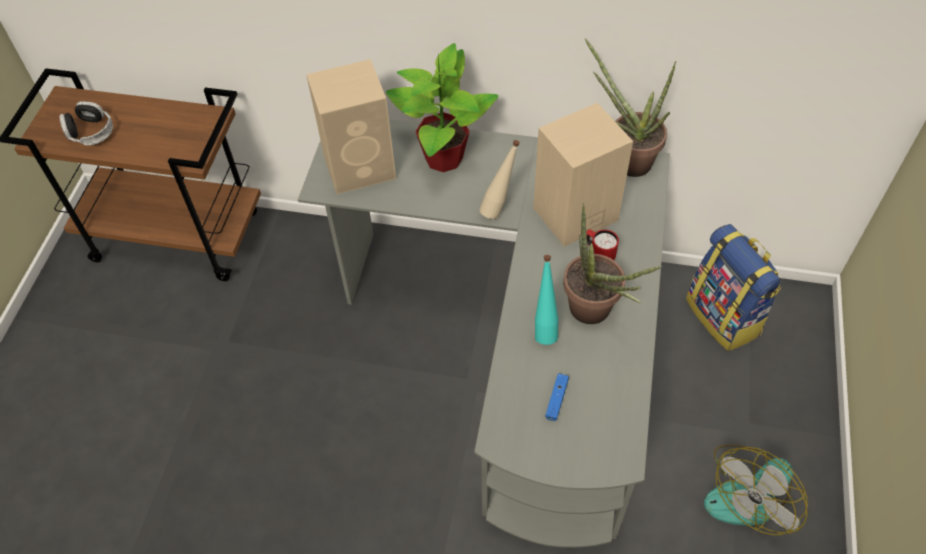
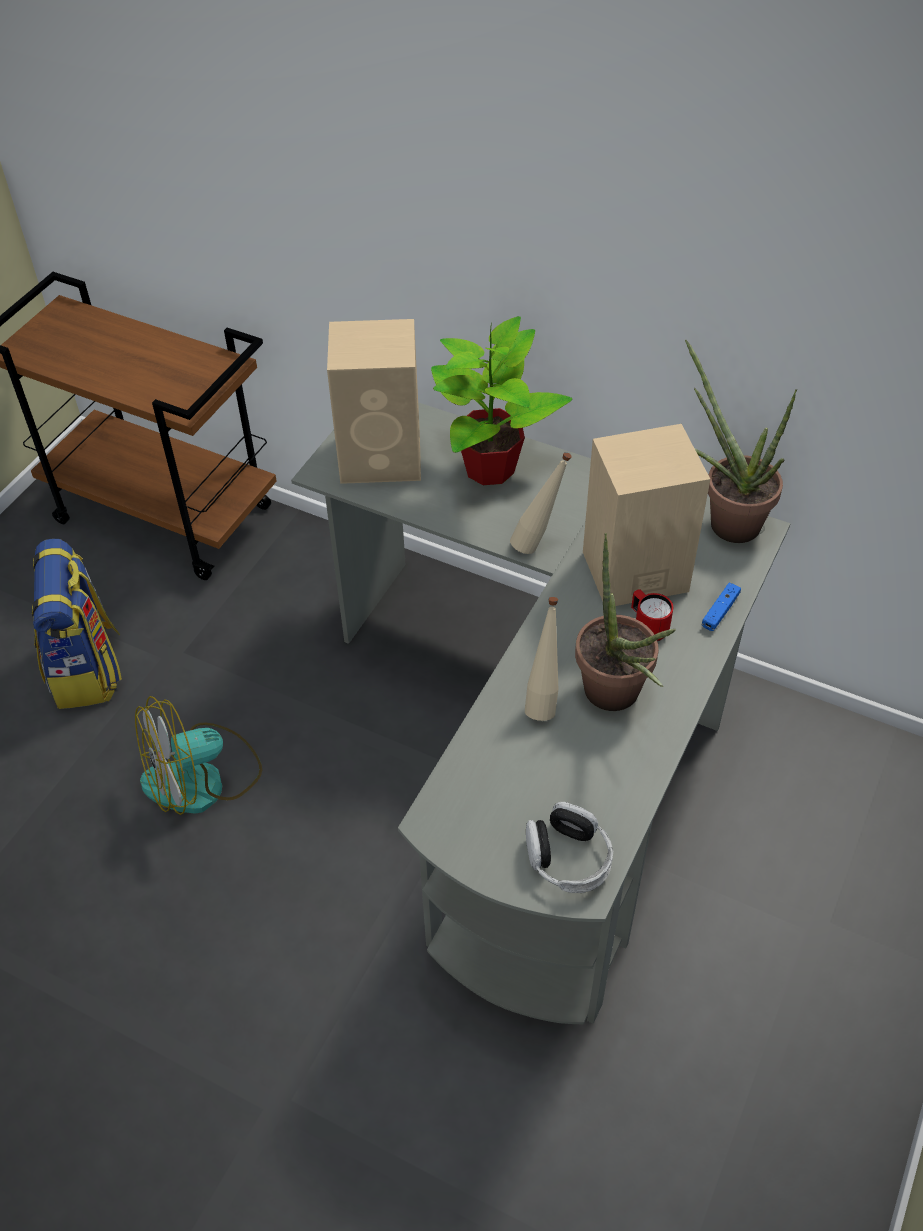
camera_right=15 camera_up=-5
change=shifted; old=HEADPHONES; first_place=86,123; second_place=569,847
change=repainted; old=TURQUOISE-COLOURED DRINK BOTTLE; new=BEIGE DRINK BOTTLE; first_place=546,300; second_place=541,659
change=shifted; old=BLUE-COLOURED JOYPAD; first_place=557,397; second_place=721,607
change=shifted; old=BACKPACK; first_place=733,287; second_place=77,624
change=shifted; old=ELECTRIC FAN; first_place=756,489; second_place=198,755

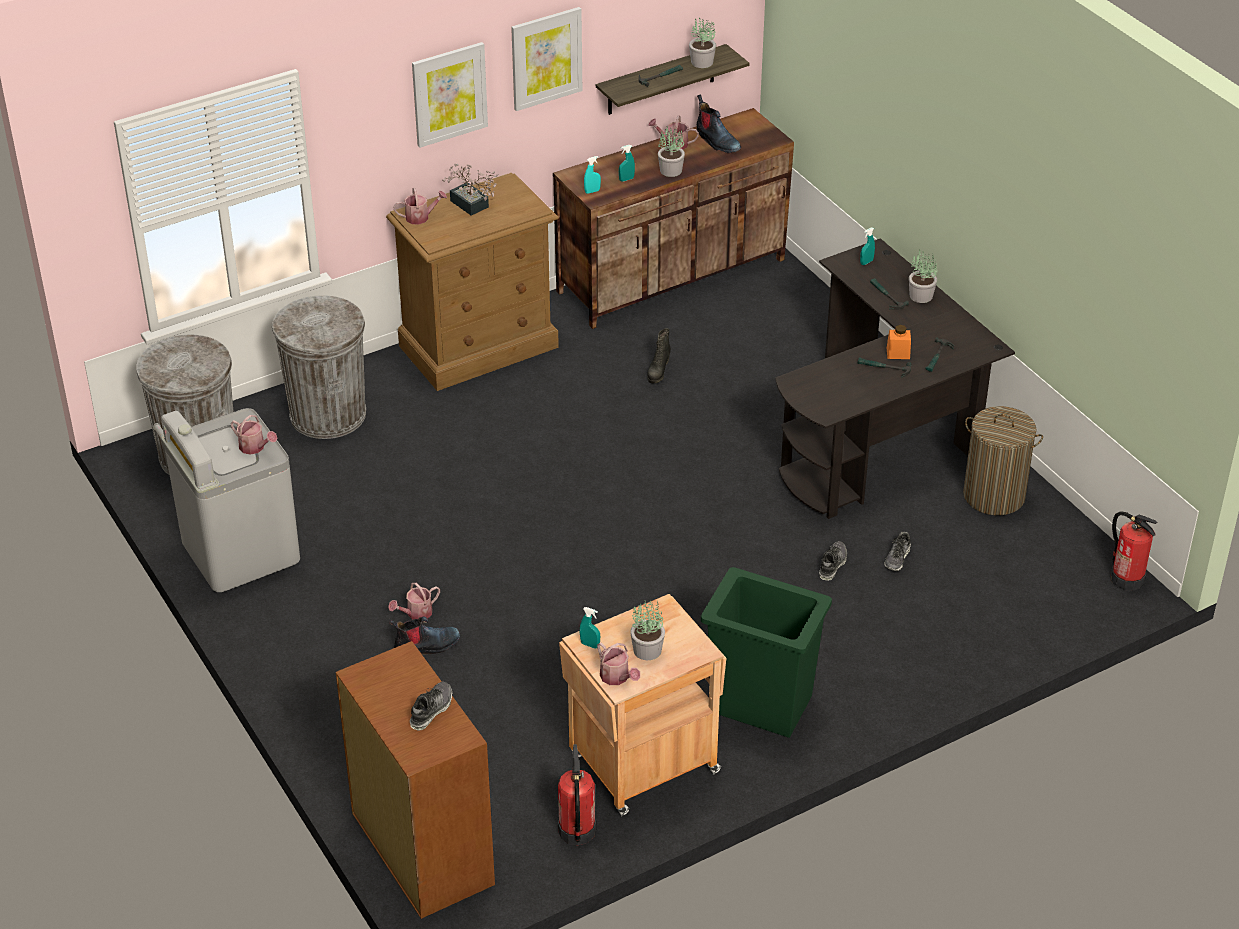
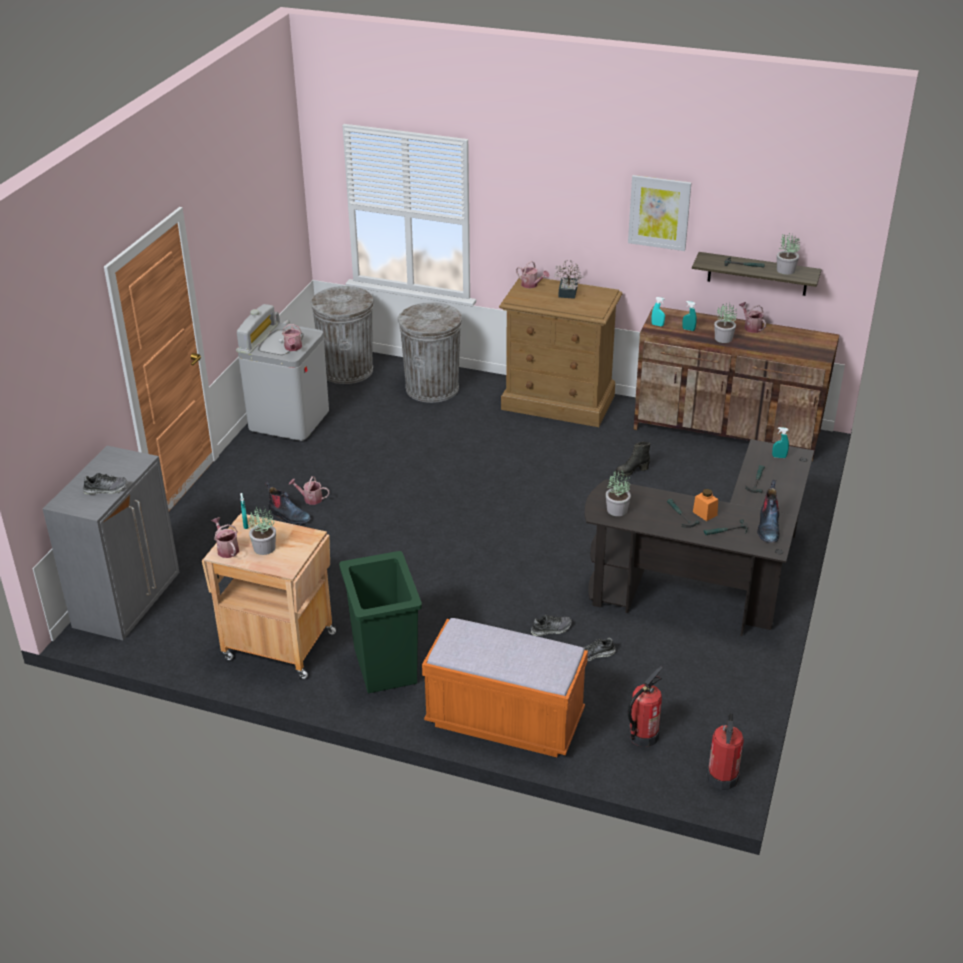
camera_right=50 camera_up=-5
change=repainted; old=BROWN-COLOURED CUPBOARD; new=GREY CUPBOARD; first_place=415,780; second_place=111,543
change=gone; old=WALL ART; first_place=450,95
change=shifted; old=FIRE-FIGHTING CYLINDER; first_place=577,794; second_place=645,706
change=rotated; old=WATERING CAN; first_place=618,663; second_place=225,537; degrees=135
change=shifted; old=TALL BOOT; first_place=719,123; second_place=768,511
change=shifted; old=HOUSEPLANT; first_place=923,276; second_place=618,492
change=gone; old=HAMPER; first_place=1003,460
change=new; new=ORANGE-COLOURED INDOOR BENCH; second_place=505,687

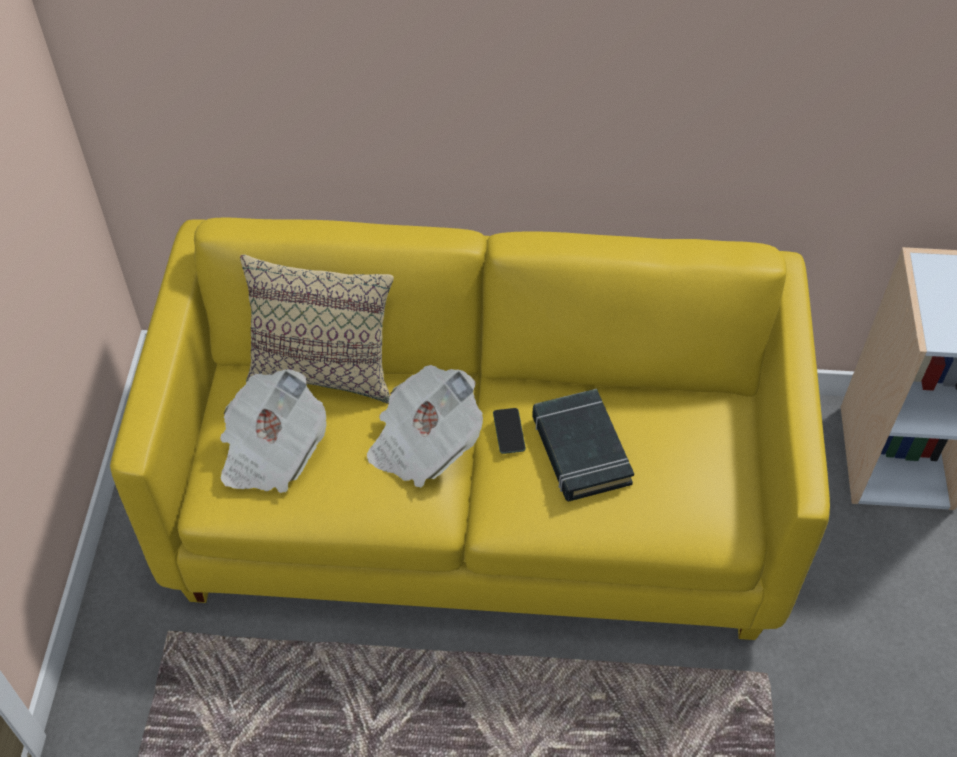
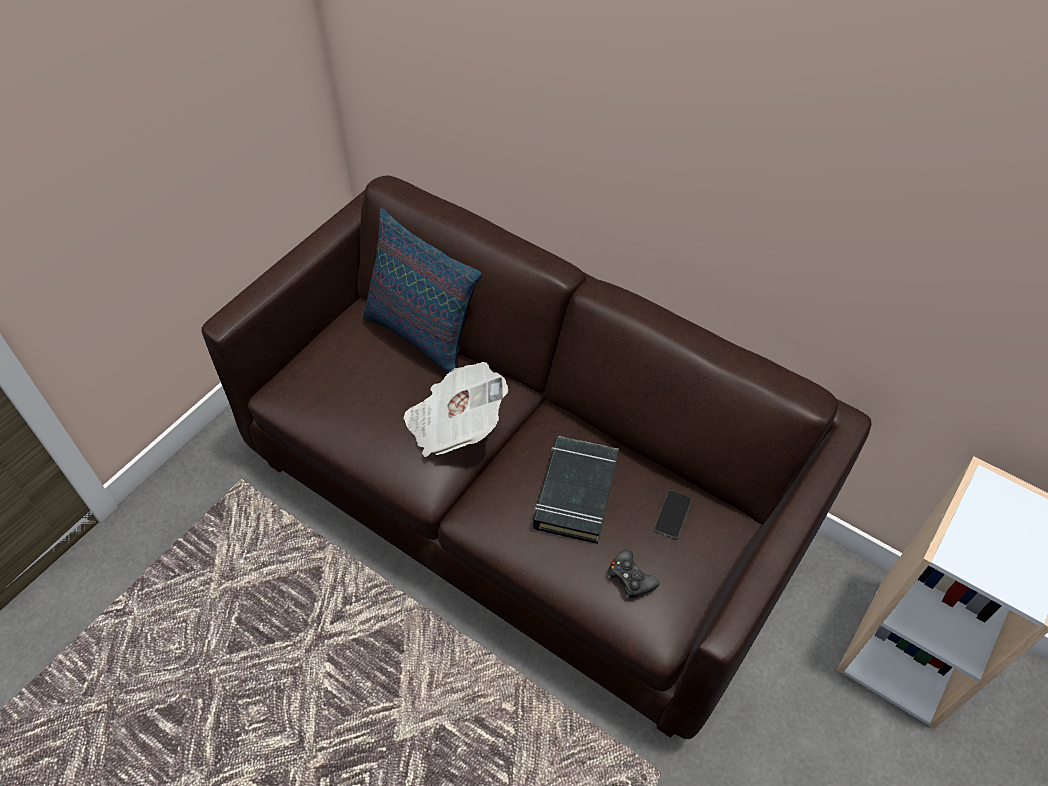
camera_right=30 camera_up=0
change=repainted; old=YELLOW-COLOURED COUCH; new=BROWN-COLOURED COUCH; first_place=470,429; second_place=536,457
change=gone; old=PRINTED PAPER; first_place=273,431
change=repainted; old=BEIGE THROW PILLOW; new=BLUE-COLOURED THROW PILLOW; first_place=317,329; second_place=422,291
change=shifted; old=HANDSET; first_place=509,431; second_place=673,514
change=new; new=BLACK JOYPAD; second_place=634,574

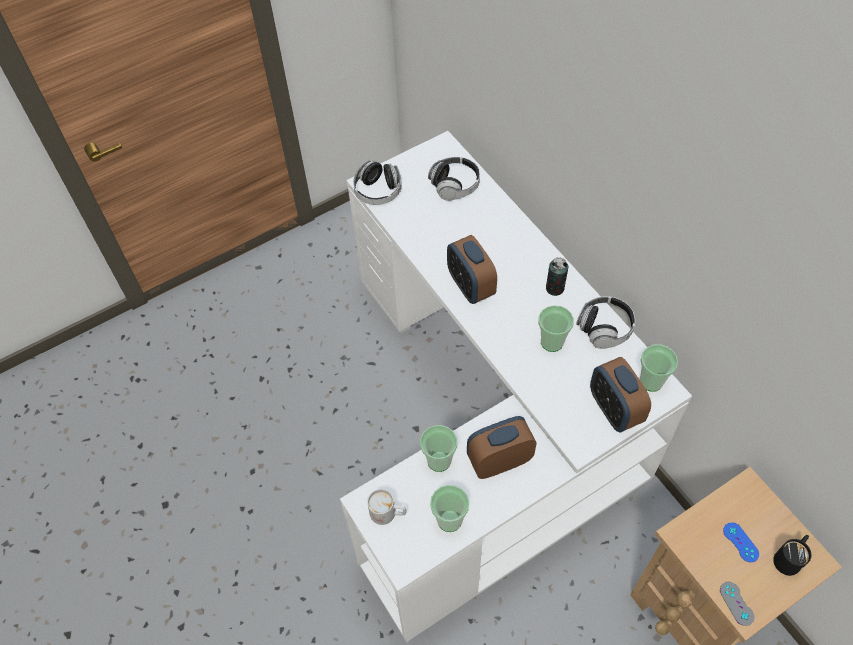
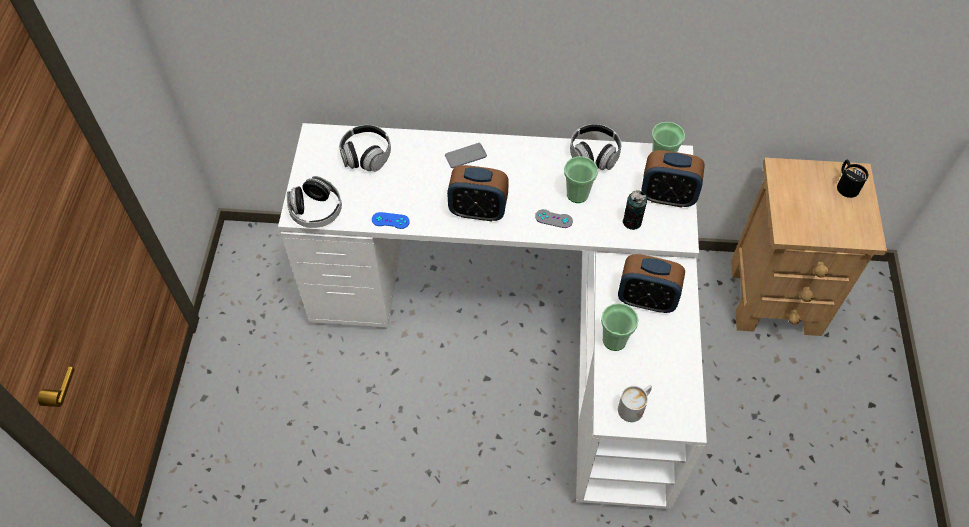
camera_right=-55 camera_up=0
change=gone; old=SMALL CUP; first_place=449,508
change=rotated; old=TABLE CLOCK; first_place=501,447; second_place=651,283; degrees=-90
change=shifted; old=METAL CAN; first_place=557,276; second_place=634,210
change=shifted; old=GREY JOYPAD; first_place=737,604; second_place=554,218
change=shifted; old=BLUE-COLOURED JOYPAD; first_place=741,542; second_place=391,220
change=new; new=HANDSET; second_place=466,155

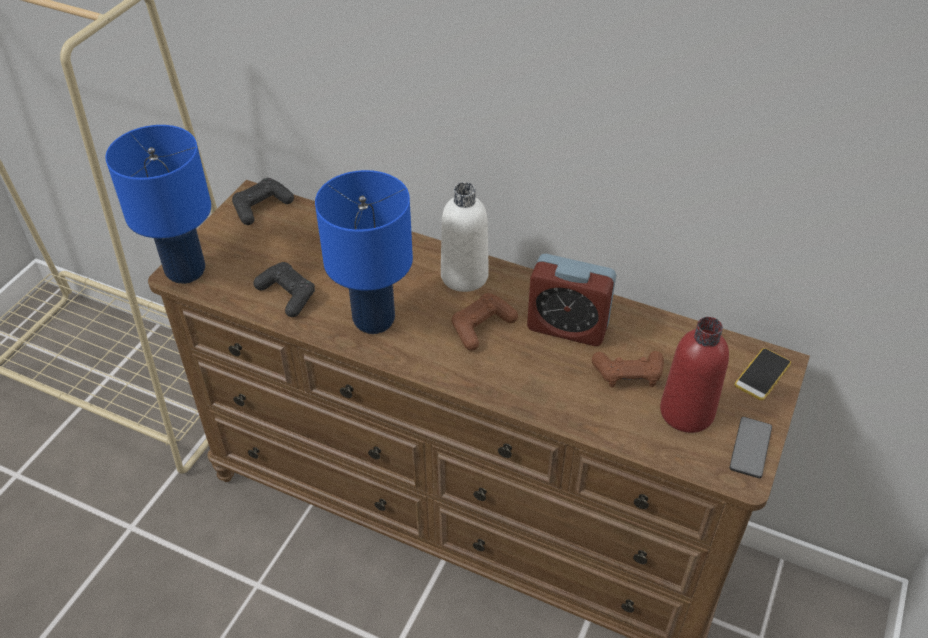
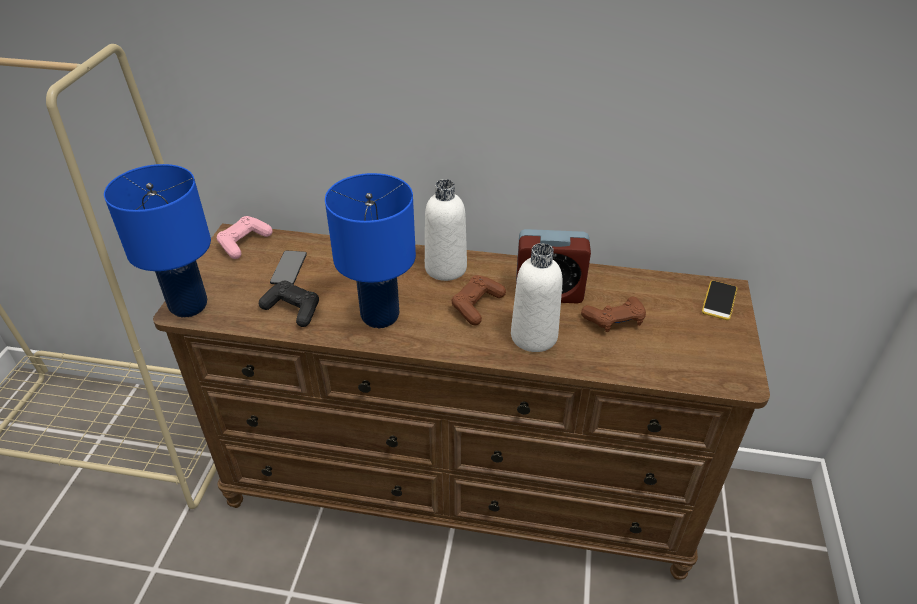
camera_right=-15 camera_up=-5
change=repainted; old=BLACK JOYPAD; new=PINK-COLOURED JOYPAD; first_place=263,201; second_place=245,237
change=gone; old=RED-COLOURED DRINK BOTTLE; first_place=694,375
change=shifted; old=HANDSET; first_place=750,447; second_place=288,267
change=new; new=WHITISH DRINK BOTTLE; second_place=537,297

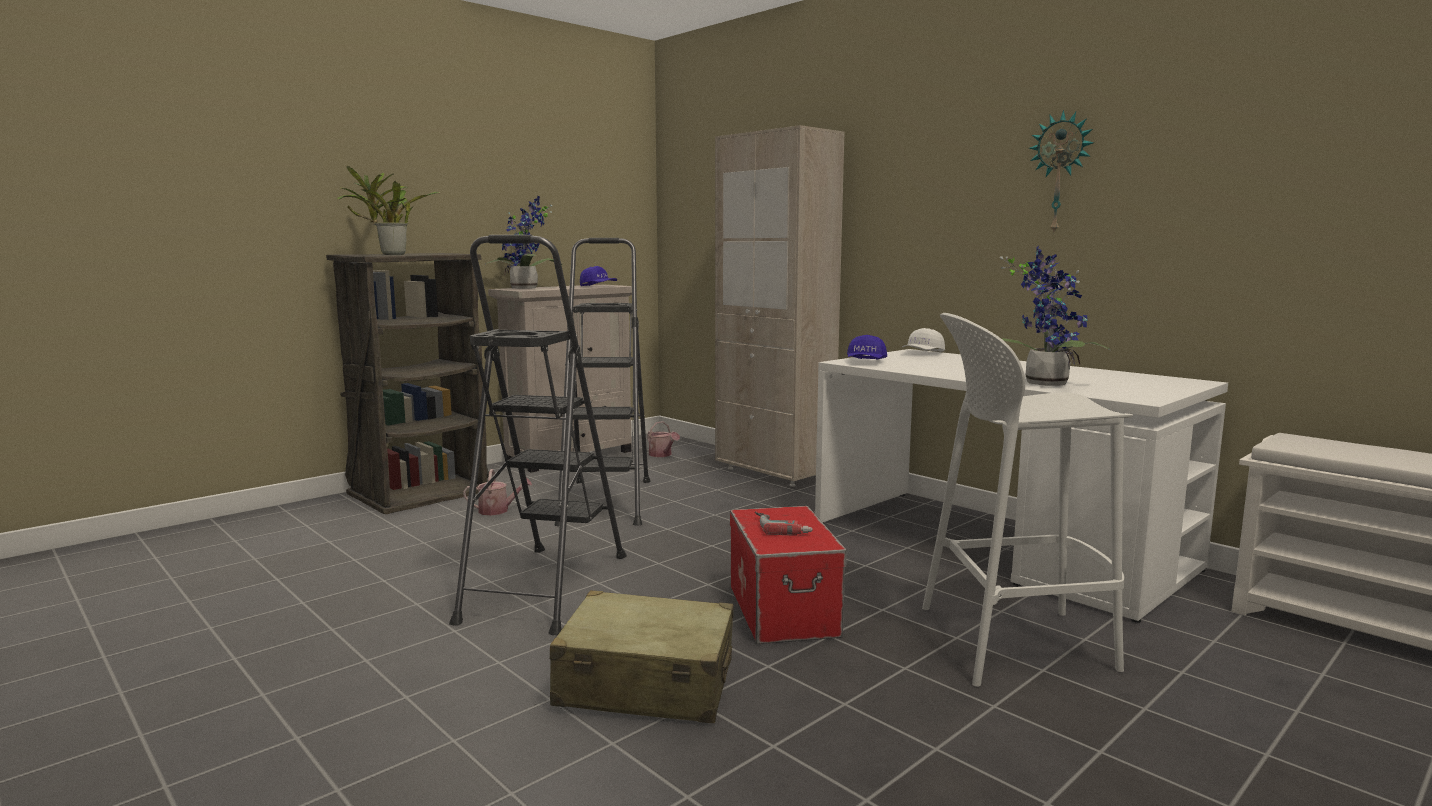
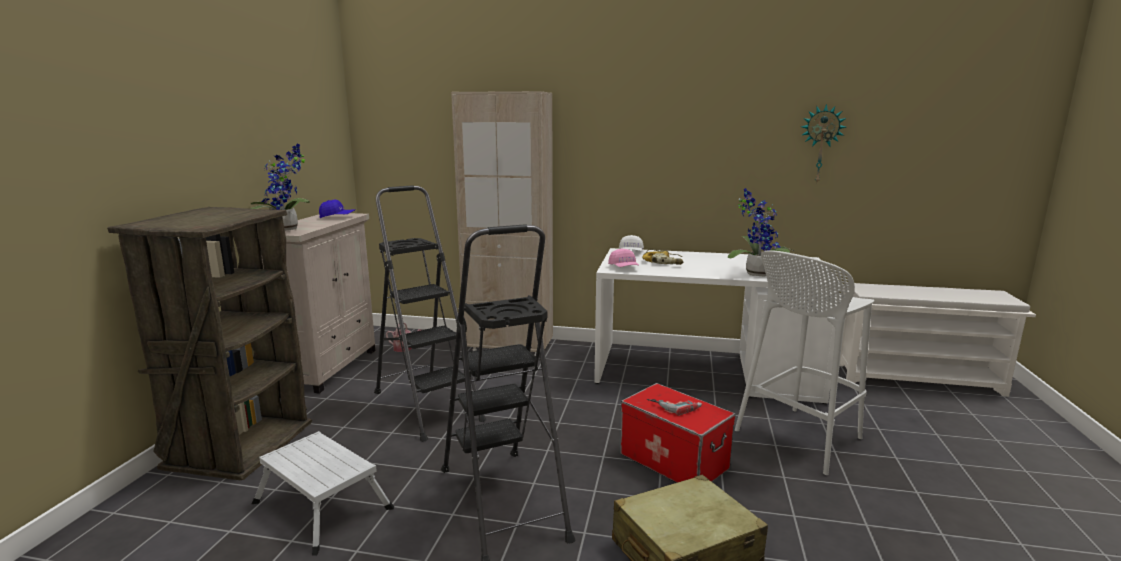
camera_right=-35 camera_up=5
change=gone; old=HOUSEPLANT; first_place=388,210
change=gone; old=WATERING CAN; first_place=497,492
change=repainted; old=BLUE-COLOURED BASEBALL CAP; new=PINK-COLOURED BASEBALL CAP; first_place=867,347; second_place=623,257
change=shifted; old=WALL CLOCK; first_place=1061,172; second_place=823,143
change=new; new=WHITISH STEP STOOL; second_place=323,493
change=new; new=POWER DRILL; second_place=662,257

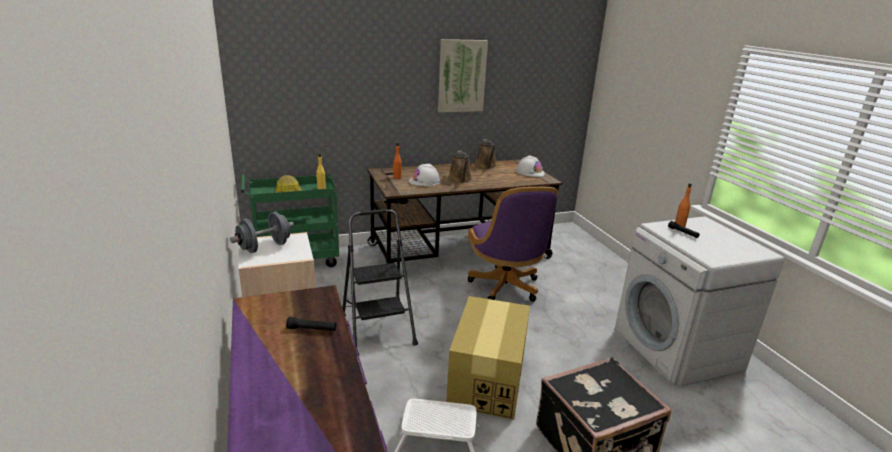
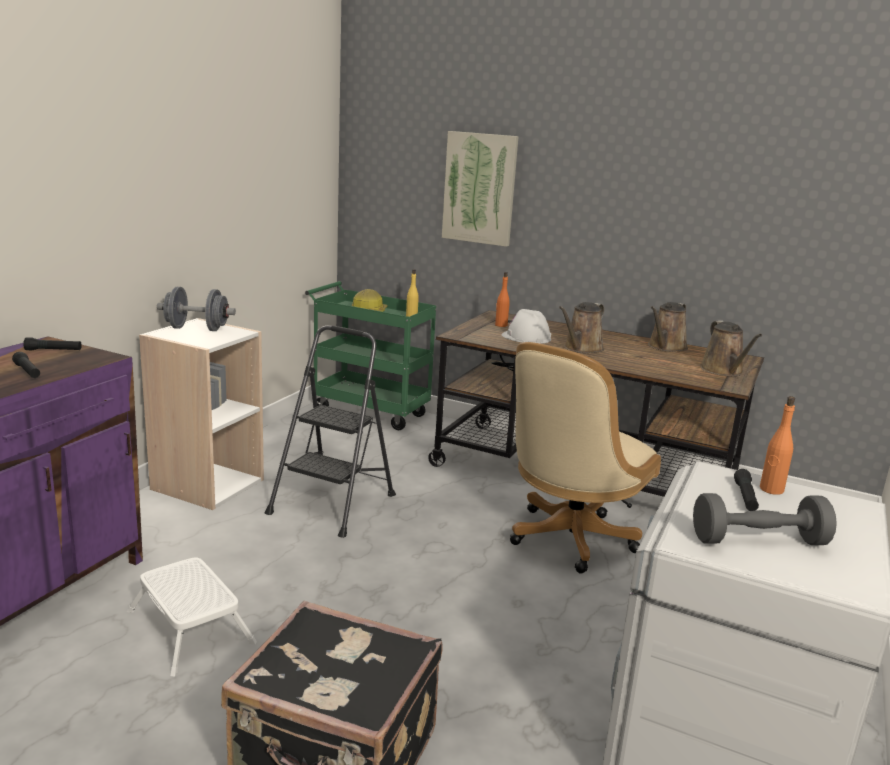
camera_right=45 camera_up=-5
change=shifted; old=WALL ART; first_place=463,75; second_place=480,189
change=gone; old=CARDBOARD BOX; first_place=488,358
change=repainted; old=PURPLISH OFFICE CHAIR; new=BEIGE OFFICE CHAIR; first_place=513,244; second_place=585,457
change=swapped; old=WHITISH SAFETY HELMET; new=BROWN-COLOURED WATERING CAN; first_place=530,166; second_place=731,348
change=new; new=BLACK TORCH; second_place=52,343
change=new; new=GREY FREE WEIGHT; second_place=765,519

